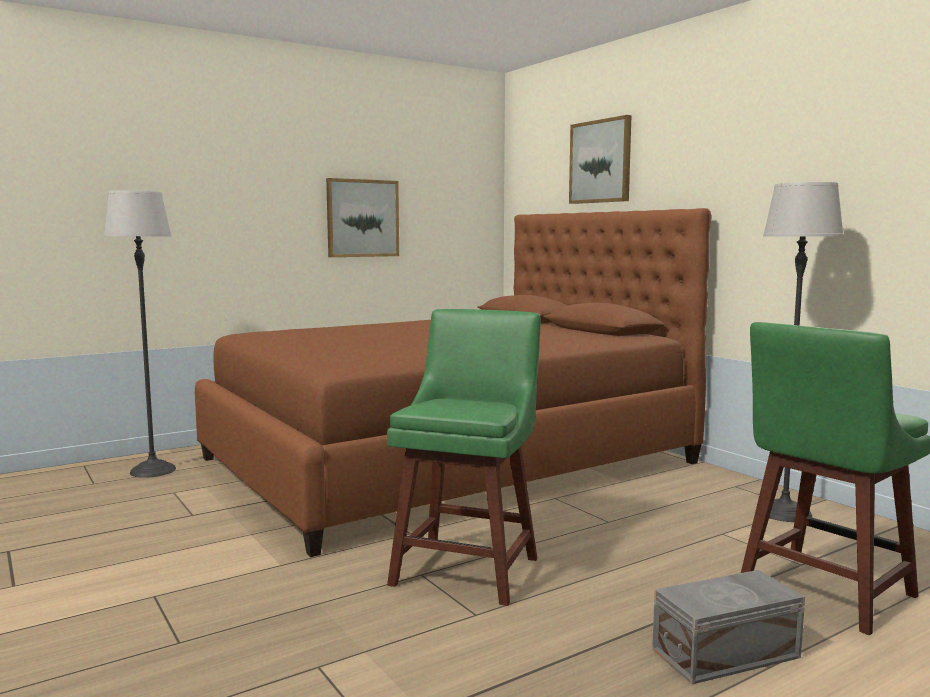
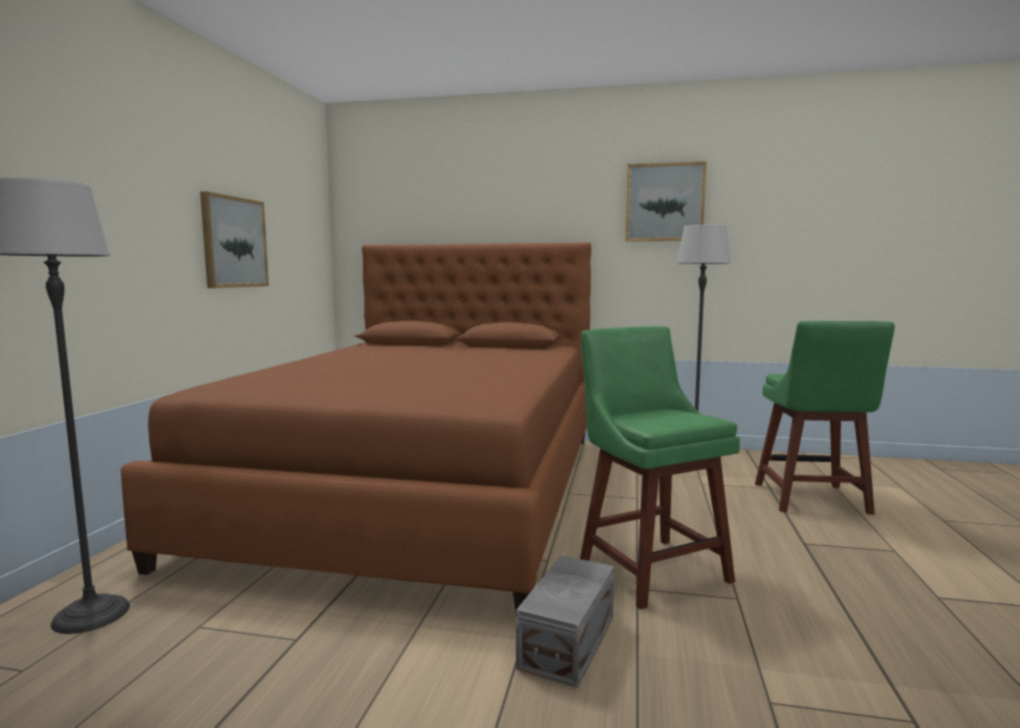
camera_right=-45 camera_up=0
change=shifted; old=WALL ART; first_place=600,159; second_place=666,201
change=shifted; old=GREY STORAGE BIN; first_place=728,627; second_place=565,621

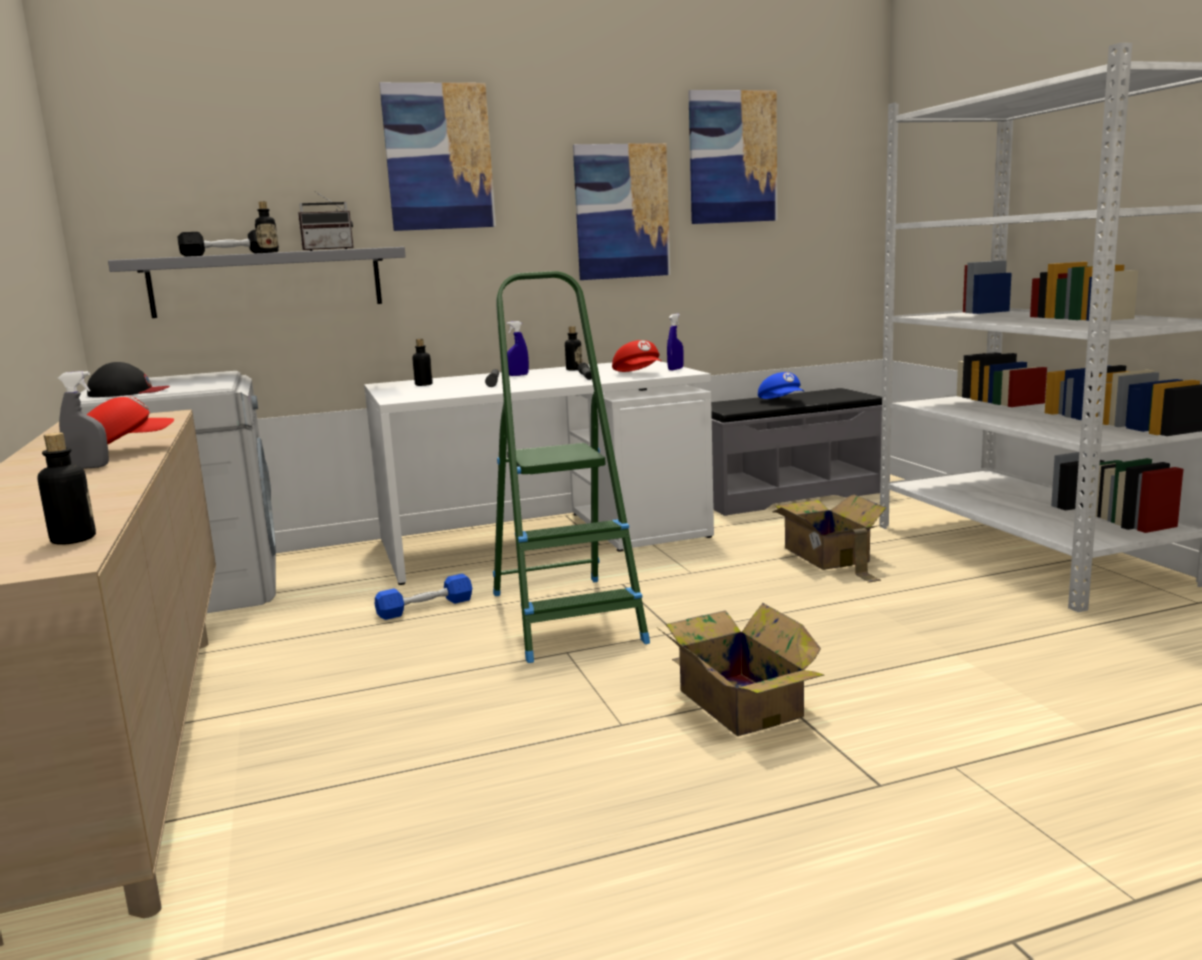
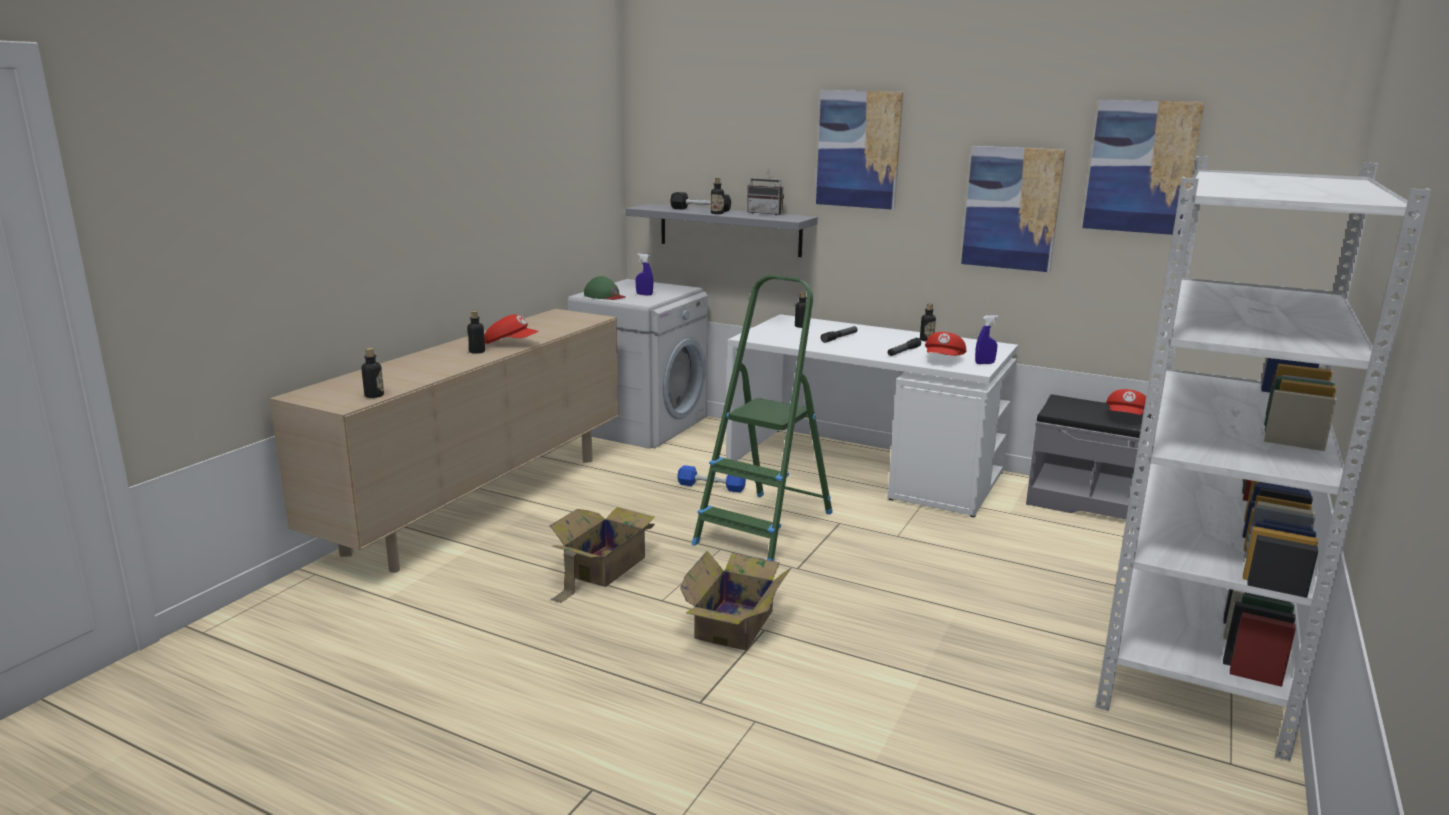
camera_right=45 camera_up=5
change=swapped; old=GREY HAND SPRAYER; new=DRINK BOTTLE; first_place=83,420; second_place=476,332
change=repainted; old=BLACK BASEBALL CAP; new=GREEN-COLOURED BASEBALL CAP; first_place=128,379; second_place=605,288
change=shifted; old=BLUE-COLOURED HAND SPRAYER; first_place=518,348; second_place=644,274
change=repainted; old=BLUE-COLOURED BASEBALL CAP; new=RED-COLOURED BASEBALL CAP; first_place=781,385; second_place=1126,402
change=shifted; old=CARDBOARD BOX; first_place=829,538; second_place=602,555

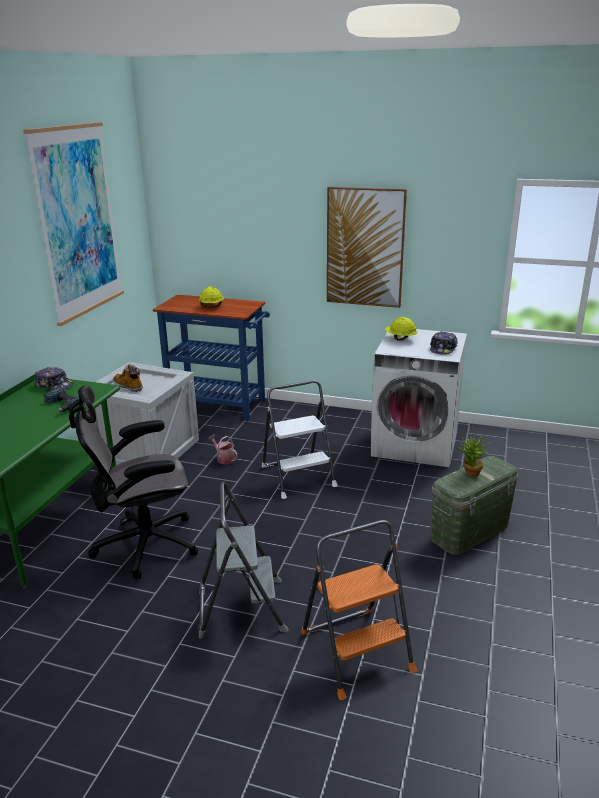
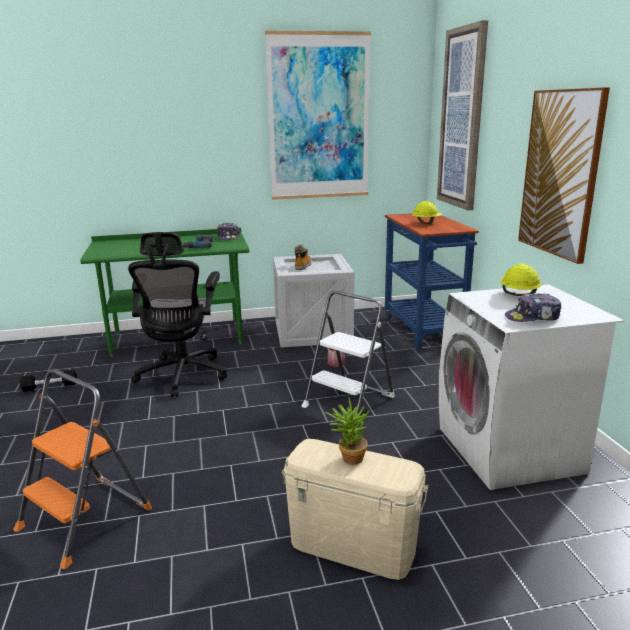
camera_right=60 camera_up=-5
change=rotated; old=OFFICE CHAIR; first_place=133,482; second_place=177,314; degrees=-135
change=gone; old=GREY STEP STOOL; first_place=243,560
change=repainted; old=GREEN-COLOURED STORAGE BIN; new=BEIGE STORAGE BIN; first_place=474,505; second_place=355,509
change=new; new=BLACK FREE WEIGHT; second_place=48,381
change=new; new=WALL ART; second_place=462,115

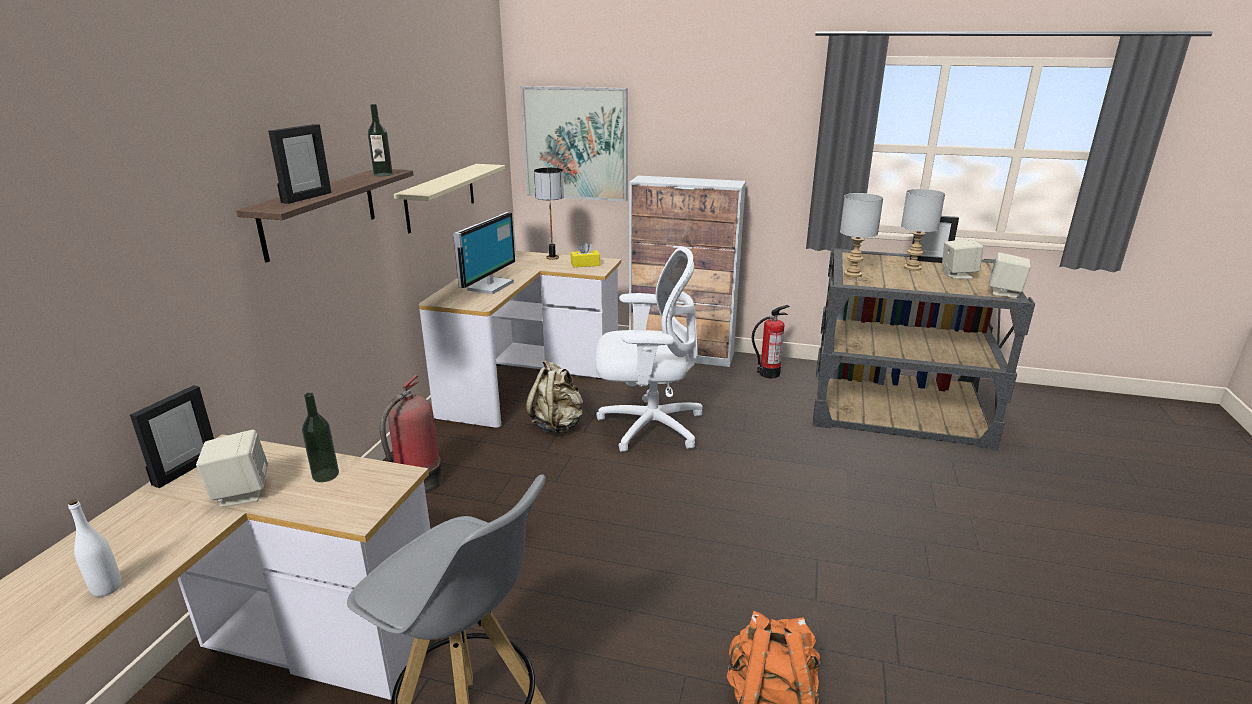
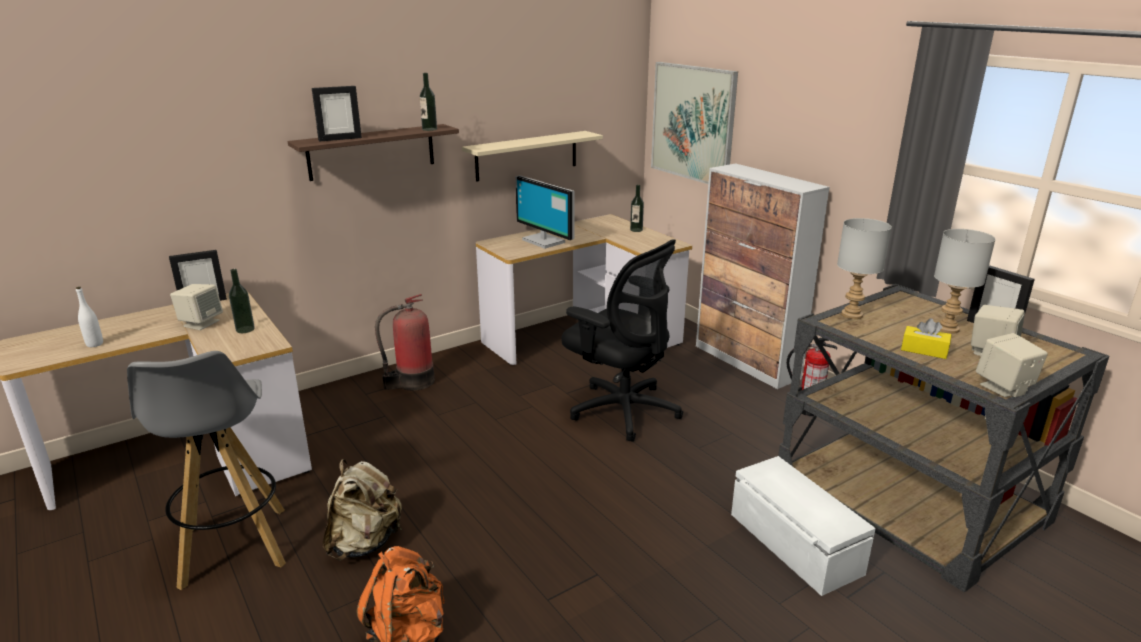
camera_right=40 camera_up=0
change=rotated; old=COMPUTER SCREEN; first_place=484,253; second_place=545,212; degrees=75
change=shifted; old=BEIGE BACKPACK; first_place=554,396; second_place=362,510
change=swapped; old=TABLETOP LAMP; new=DRINK BOTTLE; first_place=549,214; second_place=637,208
change=shifted; old=YELLOW-COLOURED BOX OF TISSUES; first_place=585,254; second_place=926,338
change=repainted; old=WHITISH OFFICE CHAIR; new=BLACK OFFICE CHAIR; first_place=649,349; second_place=622,340
change=new; new=WHITISH STORAGE BIN; second_place=803,526

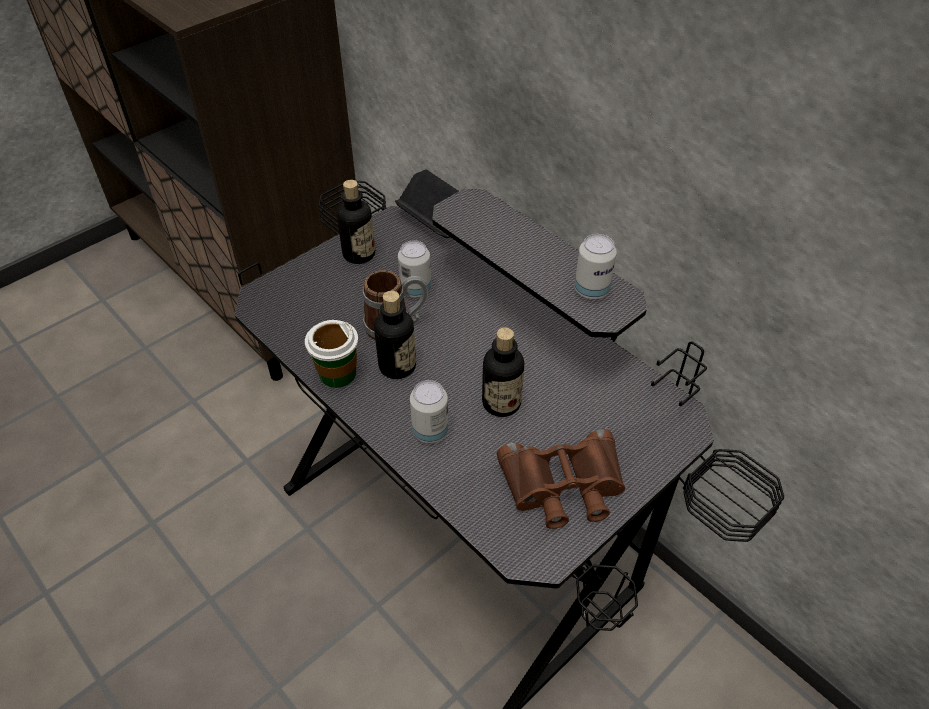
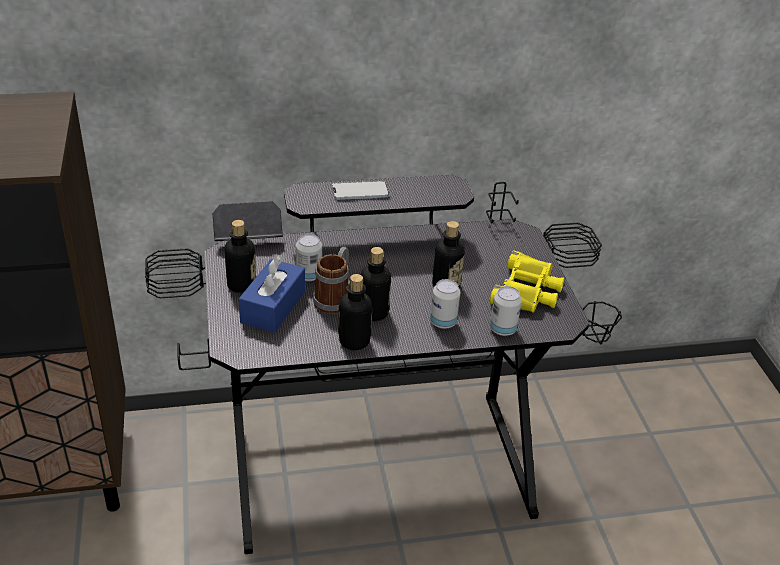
camera_right=-60 camera_up=-10
change=swapped; old=SMALL CUP; new=DRINK BOTTLE; first_place=331,354; second_place=355,312
change=repainted; old=BROWN-COLOURED PAIR OF BINOCULARS; new=YELLOW-COLOURED PAIR OF BINOCULARS; first_place=561,479; second_place=527,281
change=shifted; old=METAL CAN; first_place=595,266; second_place=506,311
change=new; new=BLUE-COLOURED BOX OF TISSUES; second_place=272,294
change=new; new=HANDSET; second_place=360,190

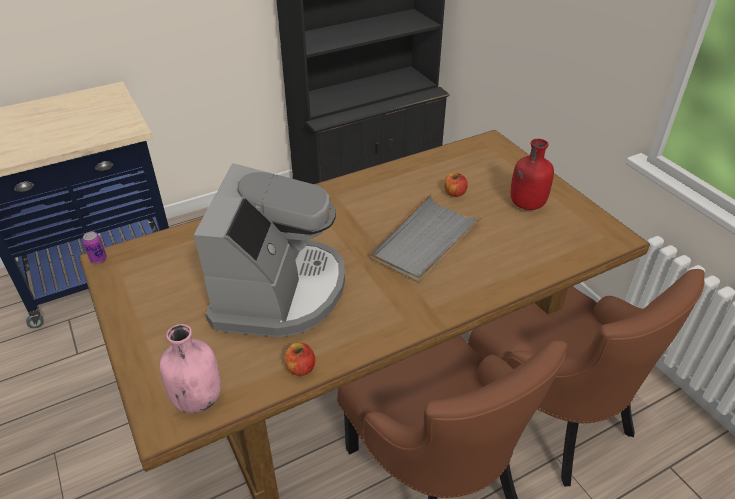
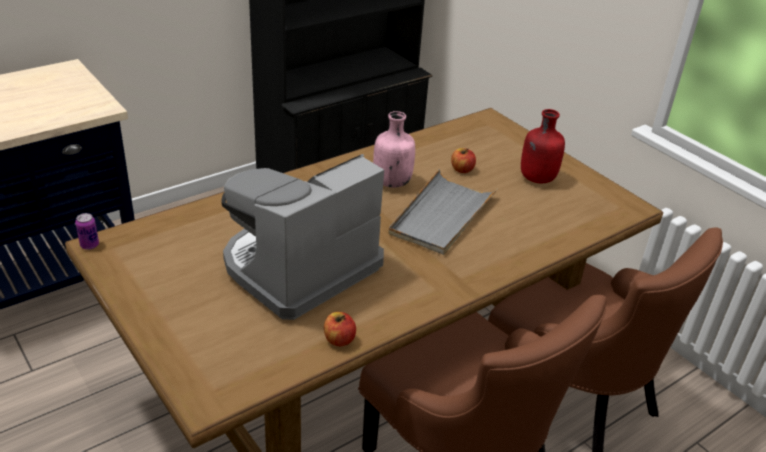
camera_right=-10 camera_up=-5
change=shifted; old=PINK-COLOURED DRINK BOTTLE; first_place=190,368; second_place=394,149
change=rotated; old=COFFEE BREWER; first_place=269,250; second_place=303,237; degrees=-135

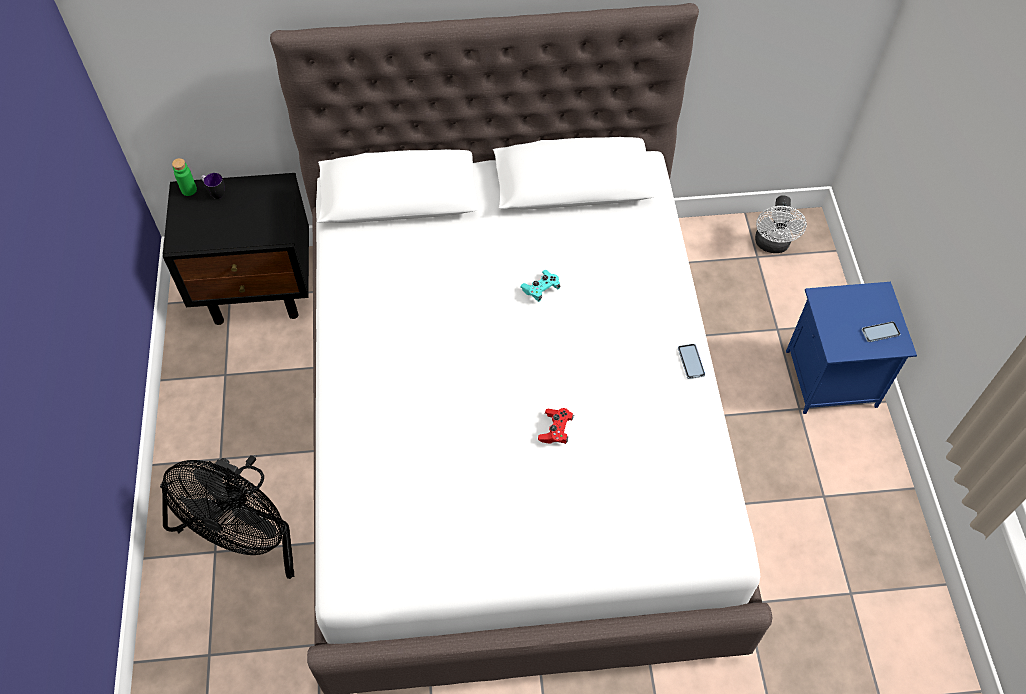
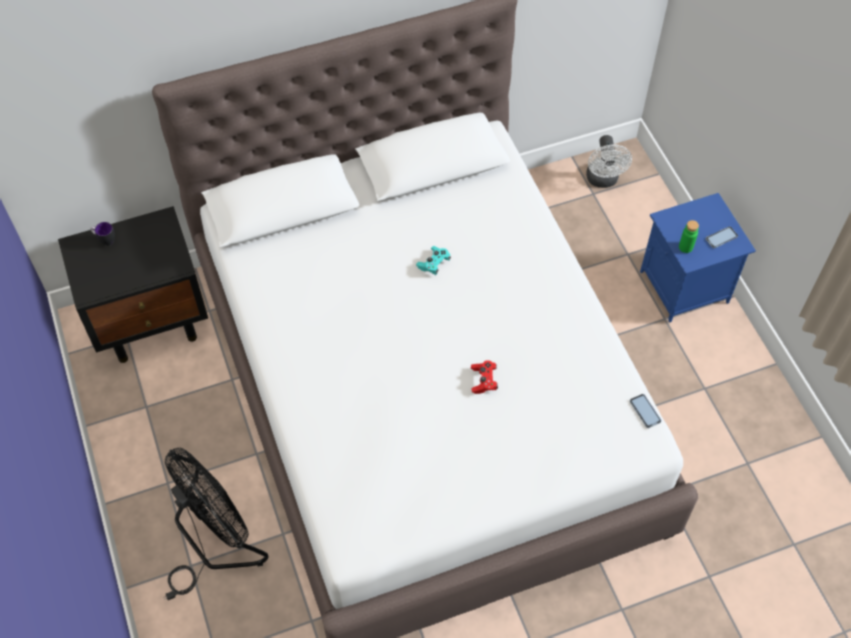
camera_right=-15 camera_up=0
change=rotated; old=BLACK ELECTRIC FAN; first_place=227,517; second_place=217,524; degrees=-135
change=shifted; old=GREEN-COLOURED DRINK BOTTLE; first_place=184,177; second_place=689,236
change=shifted; old=HANDSET; first_place=691,361; second_place=645,411

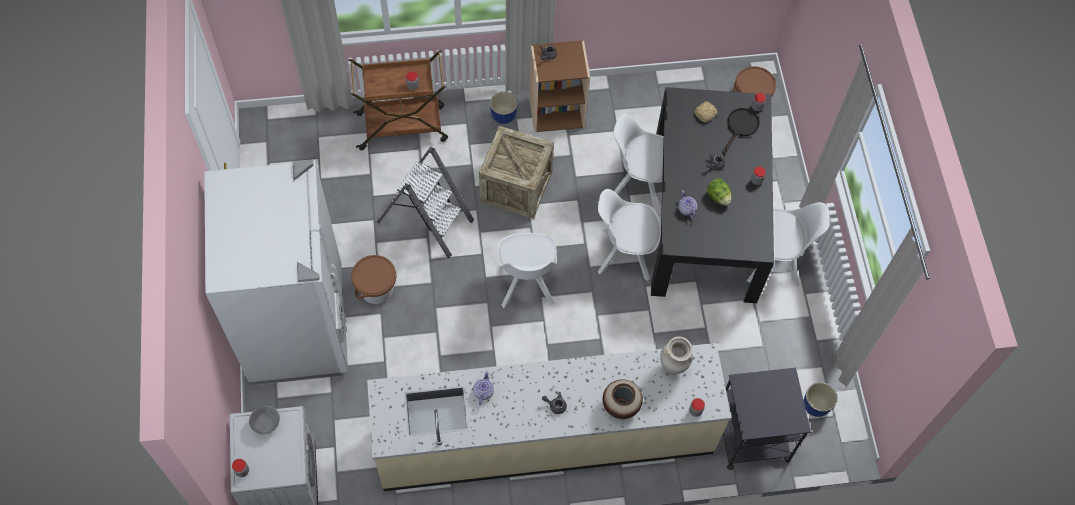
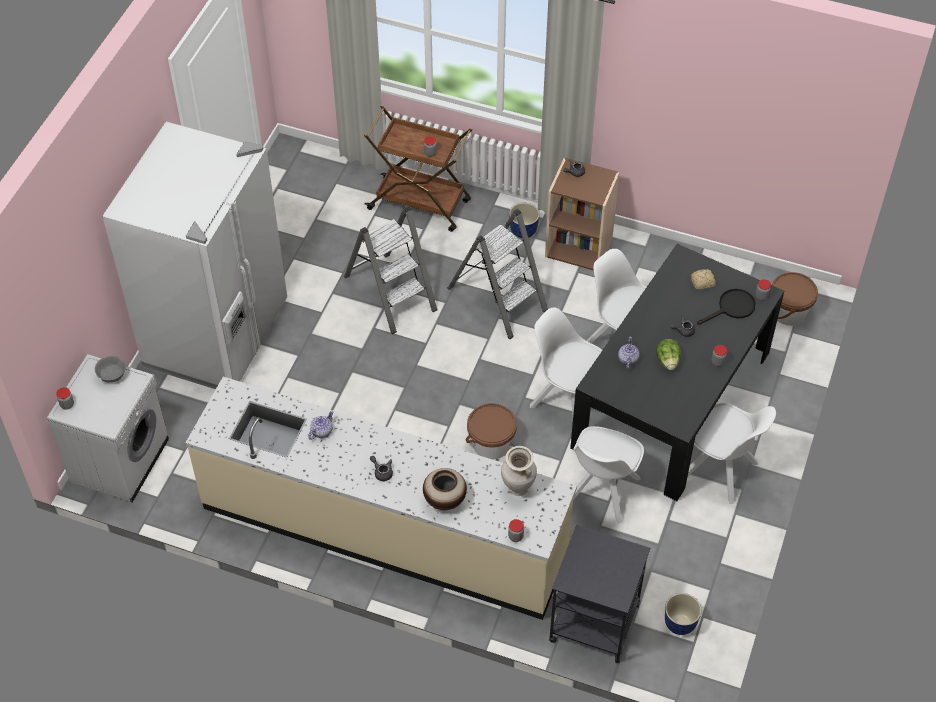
camera_right=30 camera_up=-10
change=shifted; old=BROWN-COLOURED BUCKET; first_place=373,279; second_place=491,431
change=swapped; old=CRATE; new=GREY STEP STOOL; first_place=516,172; second_place=497,274
change=shifted; old=WHITISH UPRIGHT CHAIR; first_place=527,270; second_place=608,475

